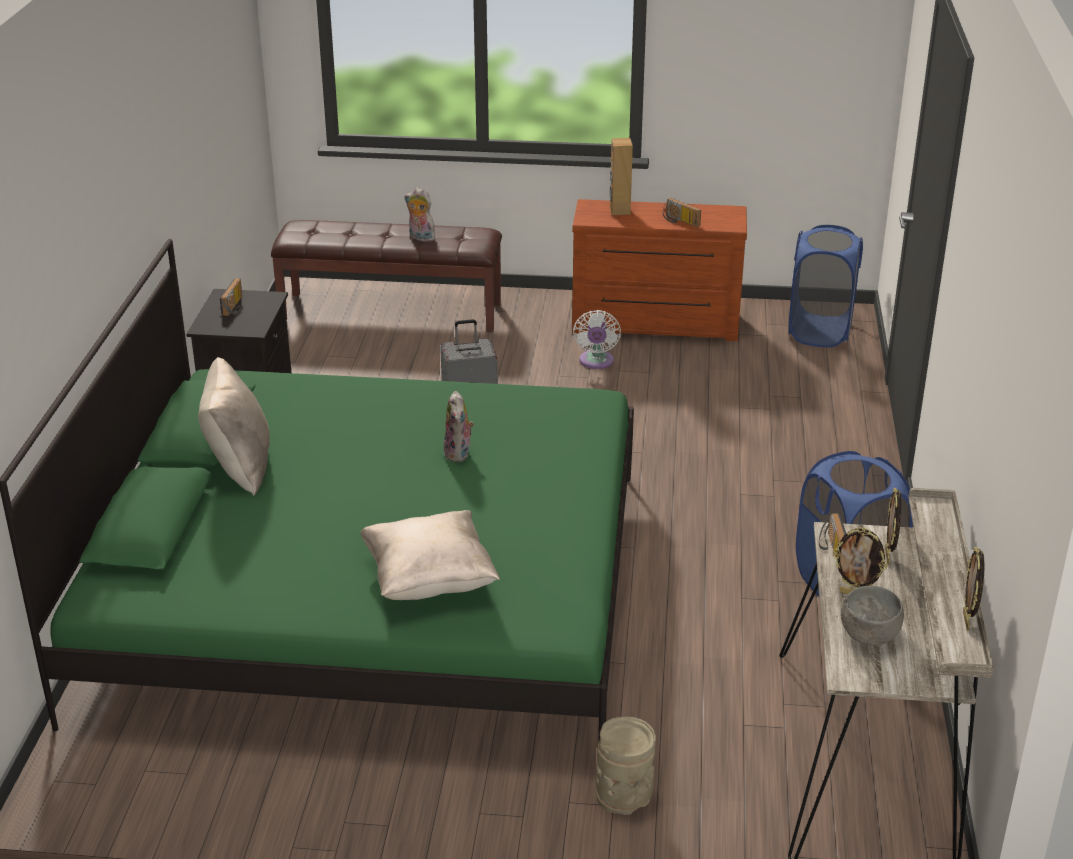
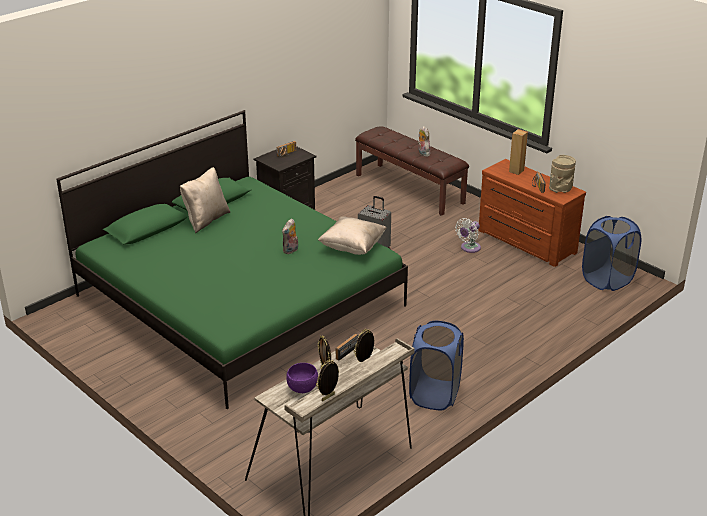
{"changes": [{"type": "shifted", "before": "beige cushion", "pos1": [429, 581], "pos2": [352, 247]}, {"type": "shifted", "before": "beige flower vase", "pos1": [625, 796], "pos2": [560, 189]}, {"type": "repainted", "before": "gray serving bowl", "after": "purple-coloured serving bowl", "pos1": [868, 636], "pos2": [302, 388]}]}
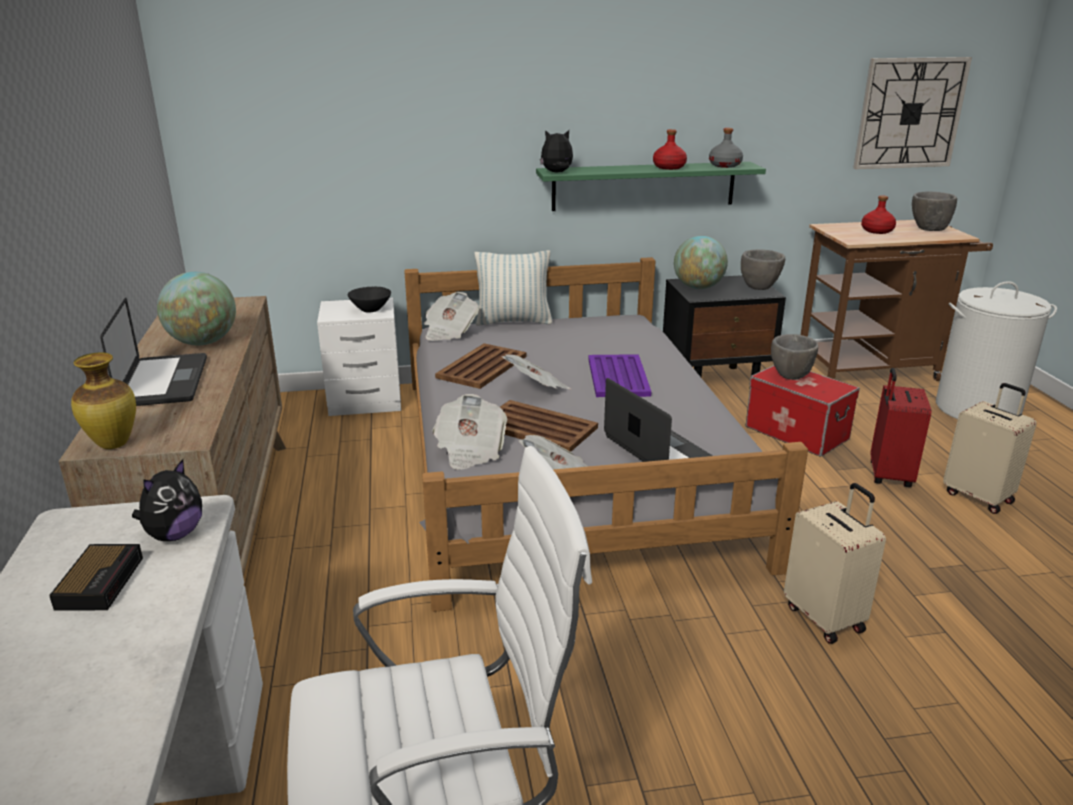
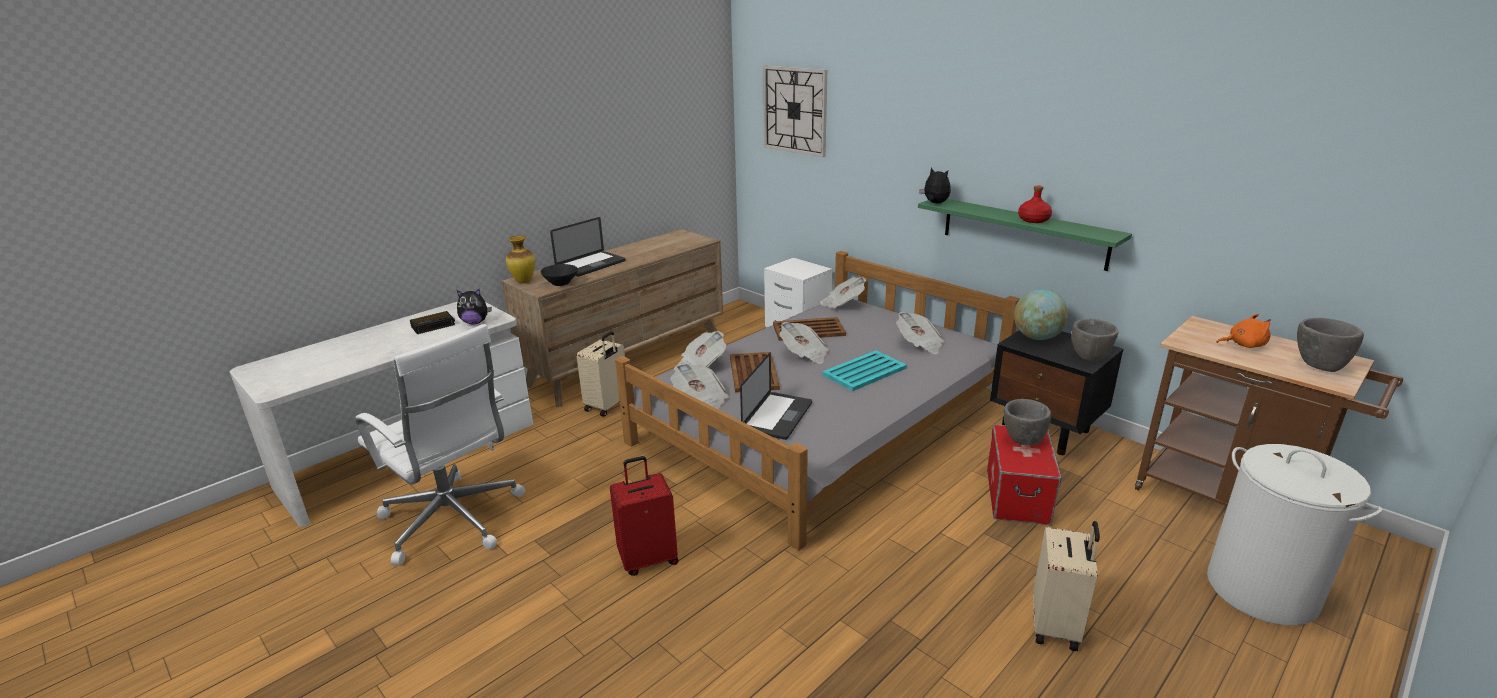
{"changes": [{"type": "gone", "before": "world globe", "pos1": [203, 342]}, {"type": "gone", "before": "cushion", "pos1": [513, 321]}, {"type": "gone", "before": "gray bottle", "pos1": [725, 165]}, {"type": "new", "after": "daily paper", "pos2": [919, 345]}, {"type": "shifted", "before": "black serving bowl", "pos1": [371, 309], "pos2": [561, 284]}, {"type": "shifted", "before": "beige suitcase", "pos1": [825, 617], "pos2": [607, 406]}, {"type": "shifted", "before": "wall clock", "pos1": [910, 113], "pos2": [795, 110]}, {"type": "shifted", "before": "reddish suitcase", "pos1": [888, 475], "pos2": [648, 559]}, {"type": "swapped", "before": "reddish bottle", "after": "orange cuddly toy", "pos1": [876, 231], "pos2": [1243, 345]}, {"type": "repainted", "before": "purple-coloured carrying tray", "after": "blue-green carrying tray", "pos1": [618, 377], "pos2": [863, 371]}]}
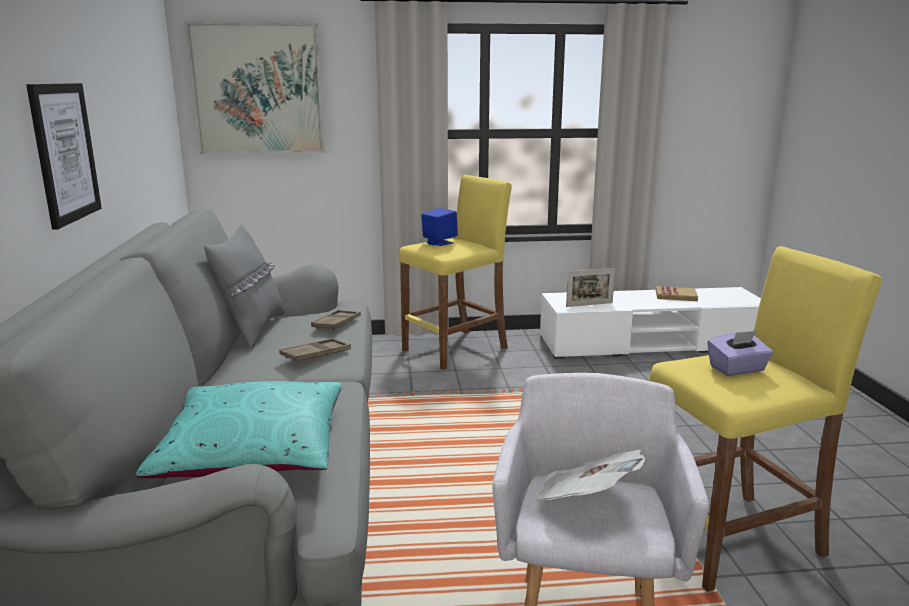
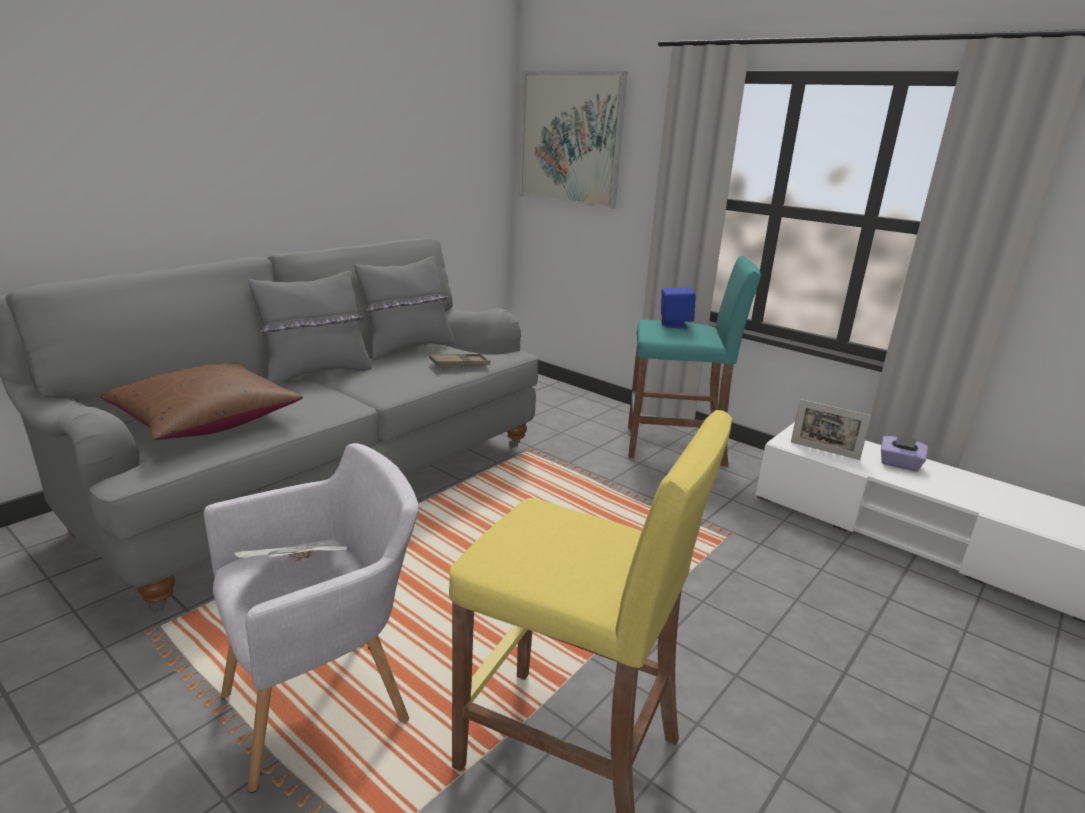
{"changes": [{"type": "gone", "before": "picture", "pos1": [64, 152]}, {"type": "gone", "before": "brown carrying tray", "pos1": [316, 355]}, {"type": "gone", "before": "book", "pos1": [676, 296]}, {"type": "new", "after": "gray cushion", "pos2": [317, 374]}, {"type": "shifted", "before": "purple-coloured box of tissues", "pos1": [737, 369], "pos2": [899, 464]}, {"type": "repainted", "before": "blue-green cushion", "after": "brown cushion", "pos1": [254, 452], "pos2": [206, 420]}, {"type": "repainted", "before": "yellow-coloured stool seat", "after": "blue-green stool seat", "pos1": [456, 349], "pos2": [675, 446]}]}
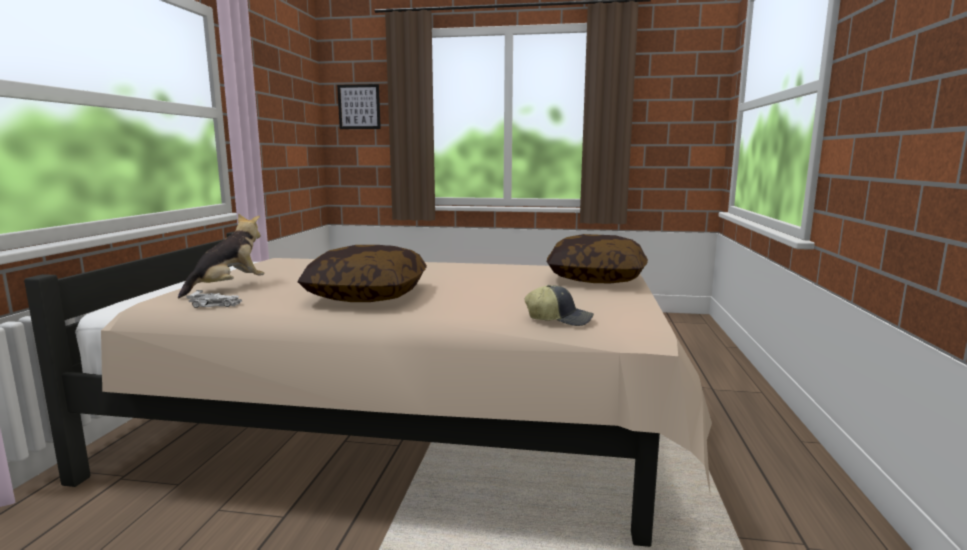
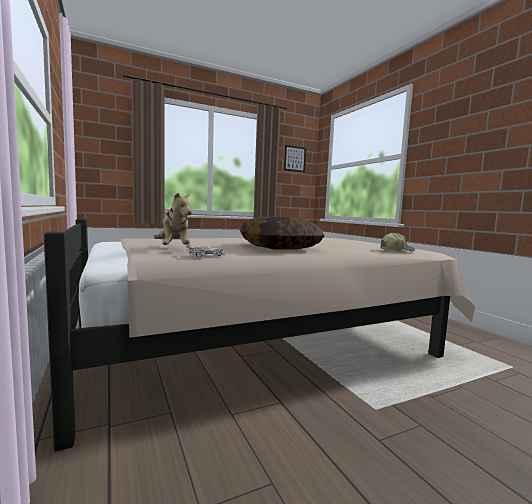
{"changes": [{"type": "gone", "before": "cushion", "pos1": [596, 278]}, {"type": "shifted", "before": "picture", "pos1": [359, 107], "pos2": [294, 159]}, {"type": "rotated", "before": "cuddly toy", "pos1": [228, 288], "pos2": [173, 249], "turn": 150}]}
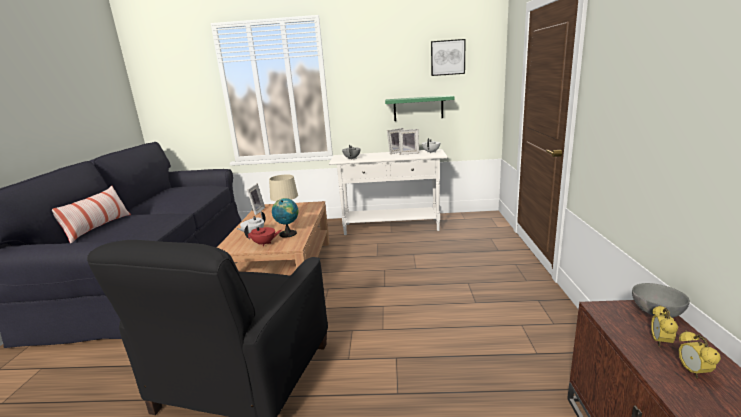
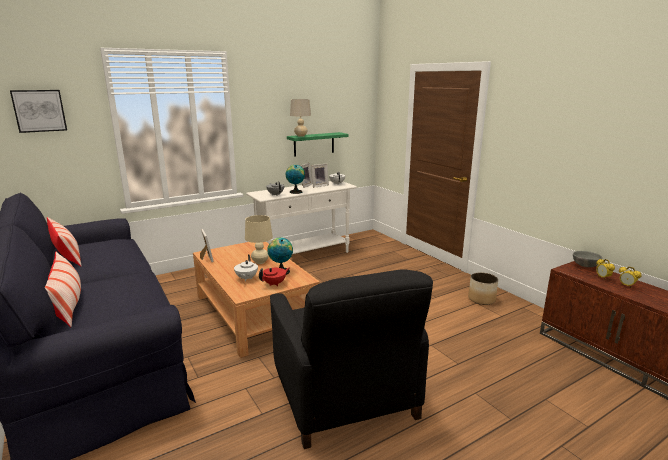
{"changes": [{"type": "new", "after": "cushion", "pos2": [67, 256]}, {"type": "new", "after": "world globe", "pos2": [295, 192]}, {"type": "new", "after": "beige table lamp", "pos2": [301, 136]}, {"type": "new", "after": "planter", "pos2": [481, 299]}, {"type": "shifted", "before": "picture", "pos1": [447, 57], "pos2": [39, 110]}]}
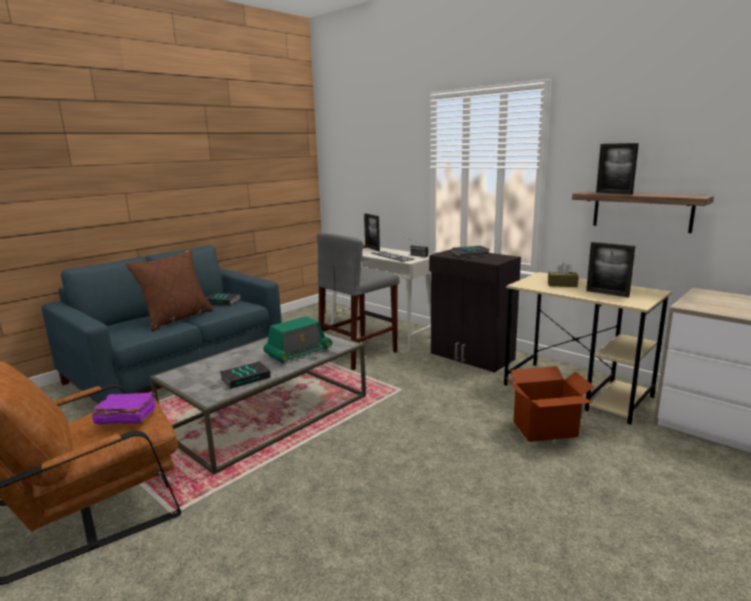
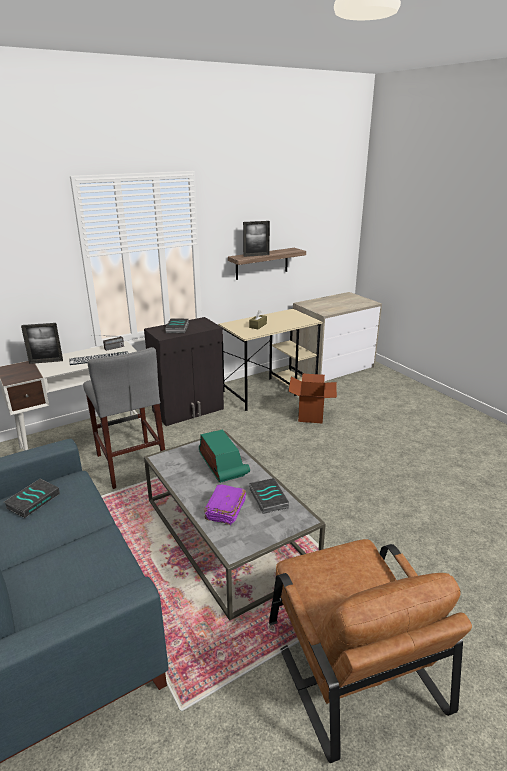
{"changes": [{"type": "gone", "before": "brown cushion", "pos1": [177, 318]}, {"type": "gone", "before": "photo frame", "pos1": [607, 293]}, {"type": "shifted", "before": "purple-coloured book", "pos1": [126, 418], "pos2": [225, 510]}]}
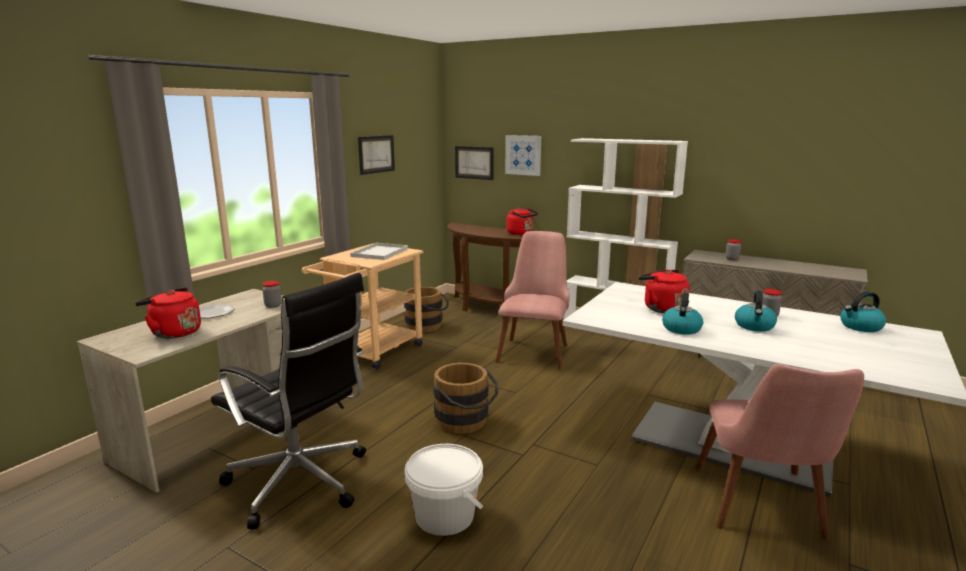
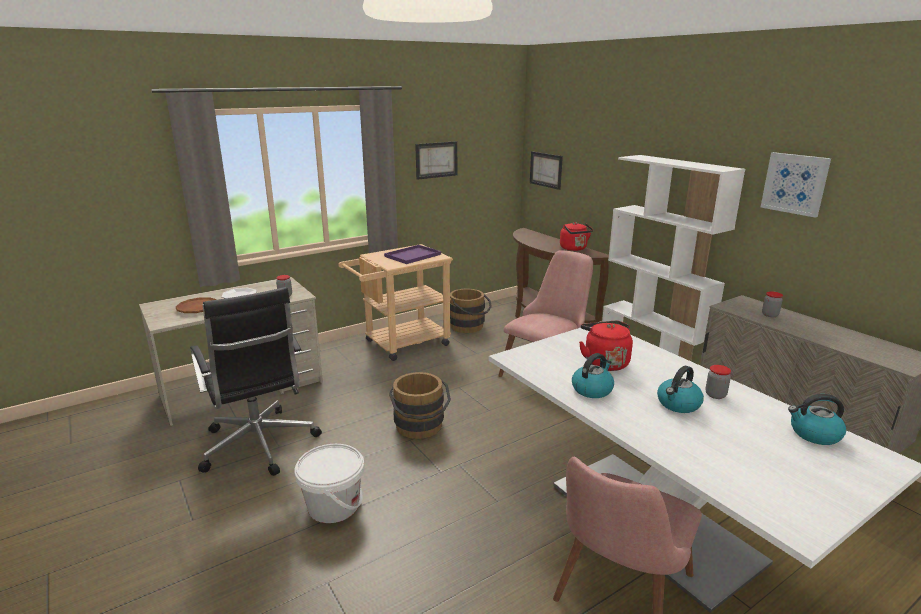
{"changes": [{"type": "shifted", "before": "picture", "pos1": [523, 155], "pos2": [795, 184]}, {"type": "swapped", "before": "reddish water kettle", "after": "brown plate", "pos1": [173, 332], "pos2": [198, 308]}, {"type": "repainted", "before": "white carrying tray", "after": "purple-coloured carrying tray", "pos1": [380, 252], "pos2": [413, 255]}]}
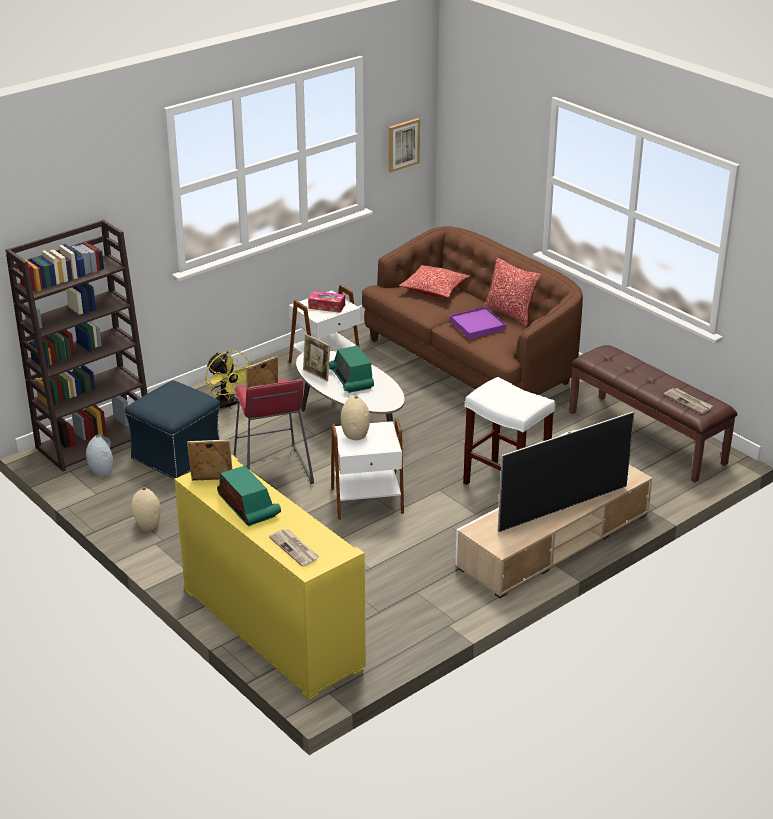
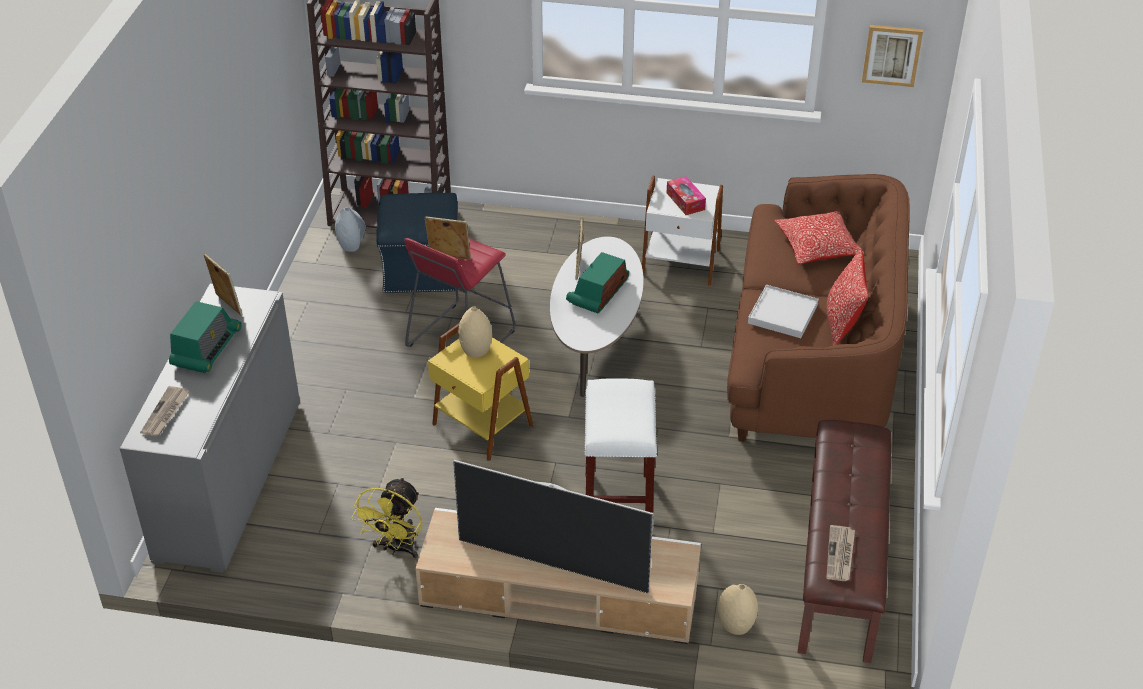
{"changes": [{"type": "shifted", "before": "beige flower vase", "pos1": [147, 525], "pos2": [736, 625]}, {"type": "shifted", "before": "yellow-coloured fan", "pos1": [228, 406], "pos2": [396, 548]}, {"type": "repainted", "before": "yellow-coloured cupboard", "after": "gray cupboard", "pos1": [272, 628], "pos2": [229, 479]}, {"type": "repainted", "before": "white end table", "after": "yellow-coloured end table", "pos1": [367, 501], "pos2": [481, 426]}, {"type": "repainted", "before": "purple-coloured carrying tray", "after": "white carrying tray", "pos1": [477, 325], "pos2": [782, 314]}]}
